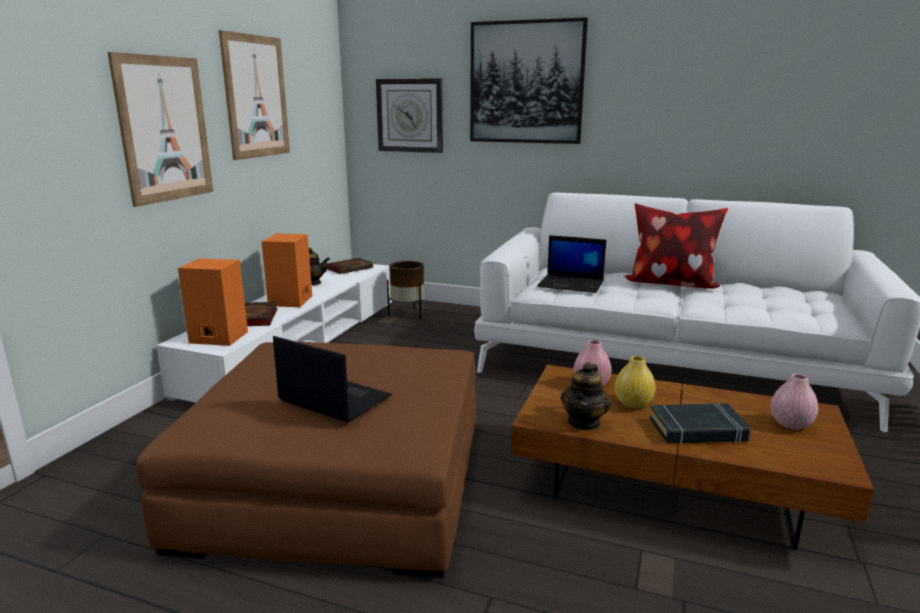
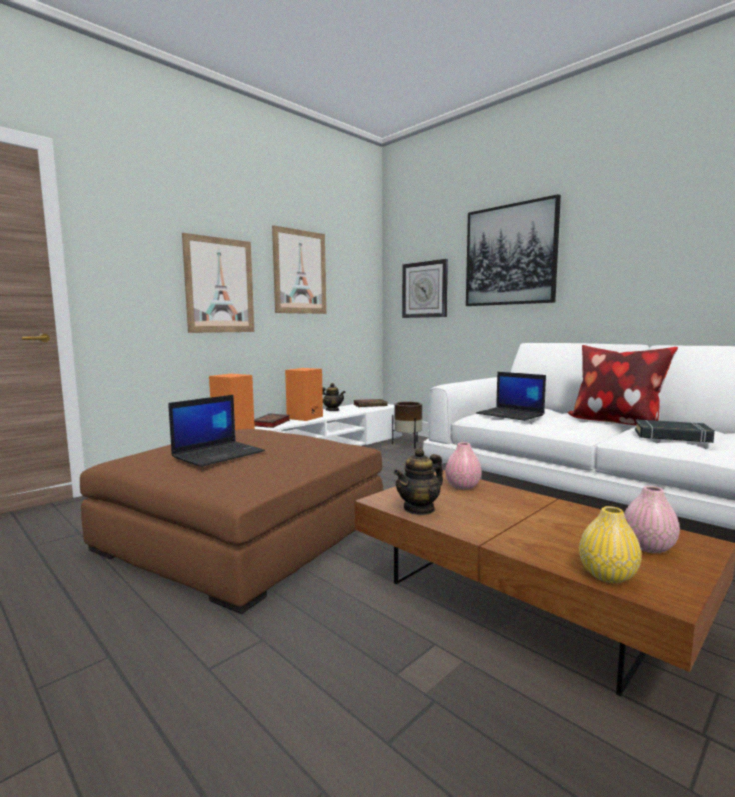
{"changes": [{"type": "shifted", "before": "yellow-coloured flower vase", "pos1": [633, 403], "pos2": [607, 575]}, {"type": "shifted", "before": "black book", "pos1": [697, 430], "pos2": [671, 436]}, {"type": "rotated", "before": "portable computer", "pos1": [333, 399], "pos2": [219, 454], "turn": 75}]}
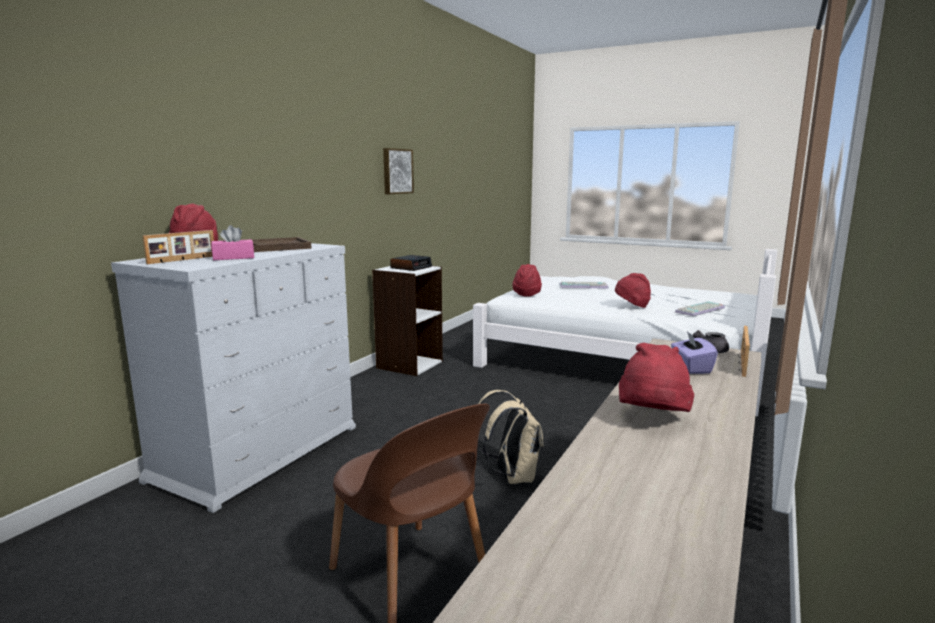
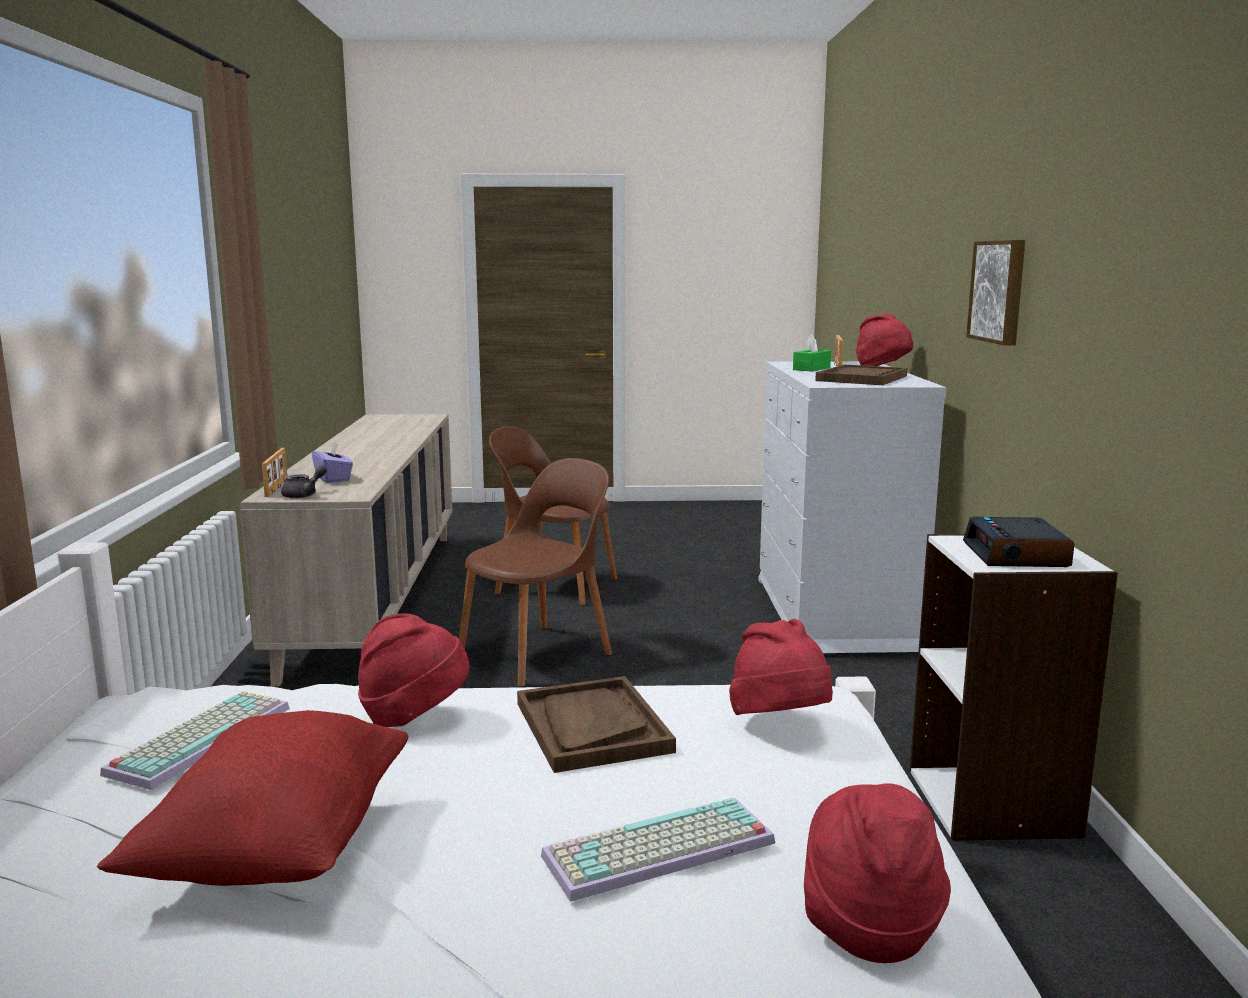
{"changes": [{"type": "new", "after": "reddish cushion", "pos2": [277, 850]}, {"type": "new", "after": "brown carrying tray", "pos2": [592, 727]}, {"type": "shifted", "before": "picture", "pos1": [396, 171], "pos2": [1000, 291]}, {"type": "shifted", "before": "reddish wearable hat", "pos1": [652, 418], "pos2": [868, 924]}, {"type": "swapped", "before": "beige backpack", "after": "brown chair", "pos1": [511, 476], "pos2": [538, 654]}, {"type": "repainted", "before": "pinkish box of tissues", "after": "green-coloured box of tissues", "pos1": [233, 258], "pos2": [811, 369]}]}
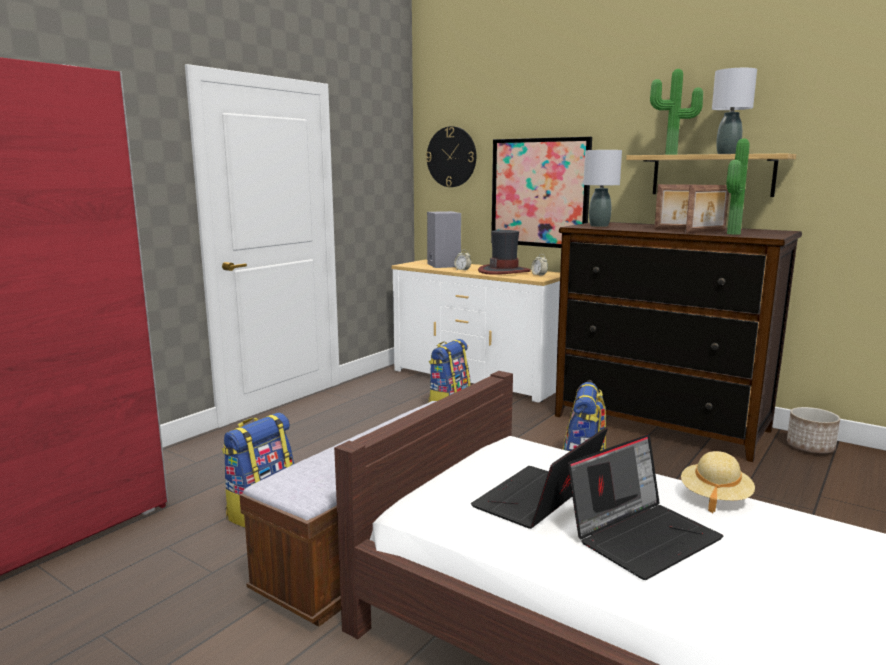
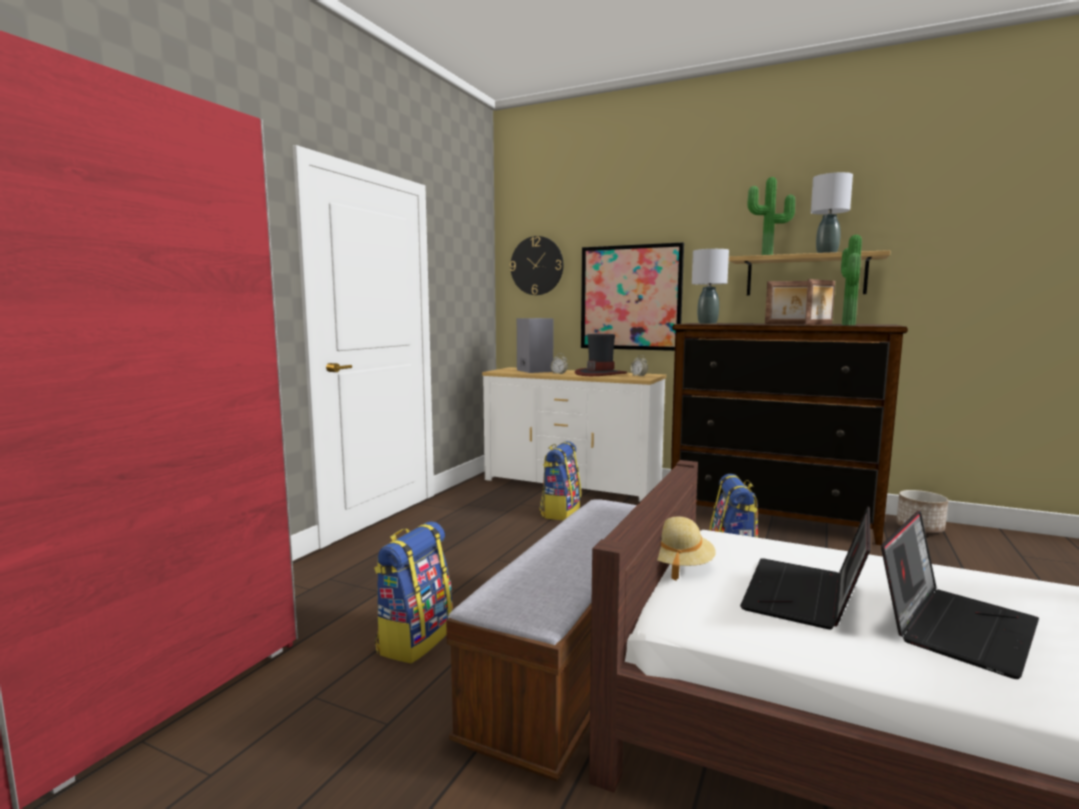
{"changes": [{"type": "shifted", "before": "beige wearable hat", "pos1": [715, 497], "pos2": [677, 565]}]}
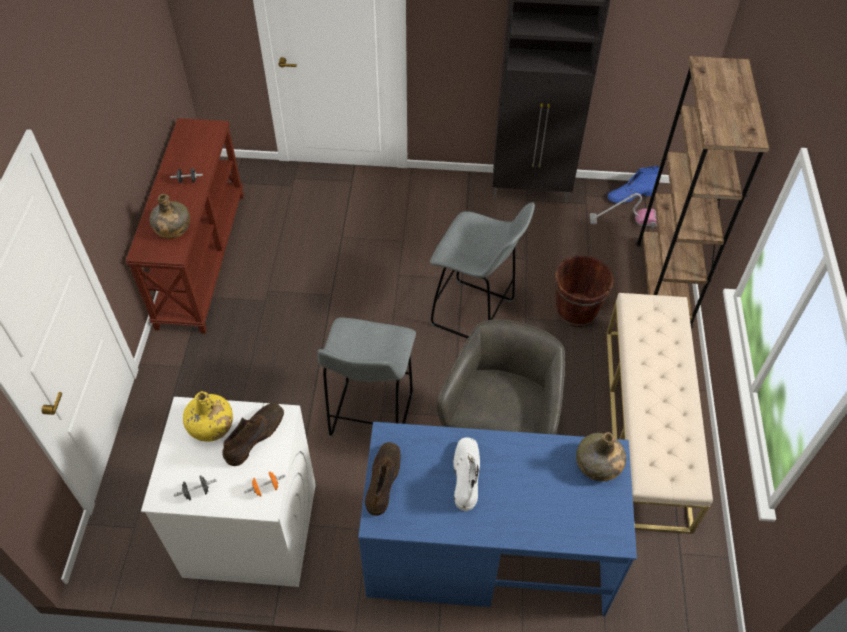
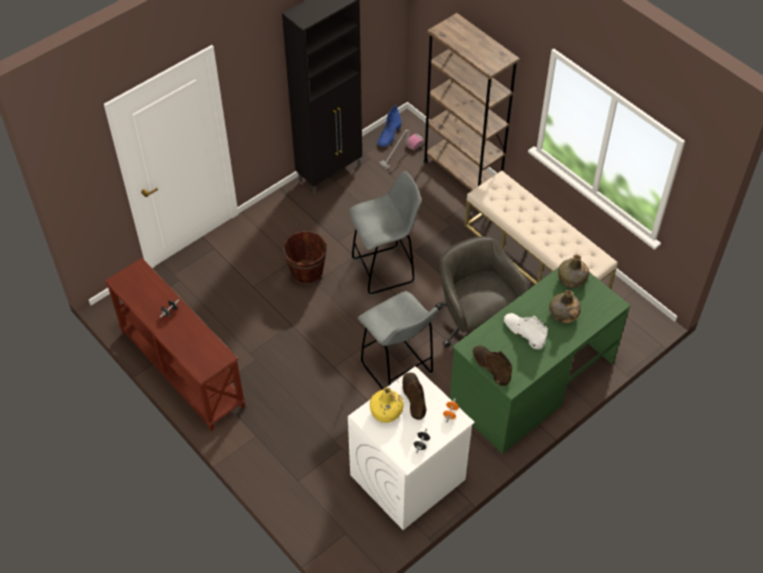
{"changes": [{"type": "shifted", "before": "green-coloured bottle", "pos1": [172, 228], "pos2": [563, 314]}, {"type": "shifted", "before": "brown pail", "pos1": [576, 311], "pos2": [307, 273]}, {"type": "repainted", "before": "blue desk unit", "after": "green-coloured desk unit", "pos1": [486, 551], "pos2": [531, 382]}]}
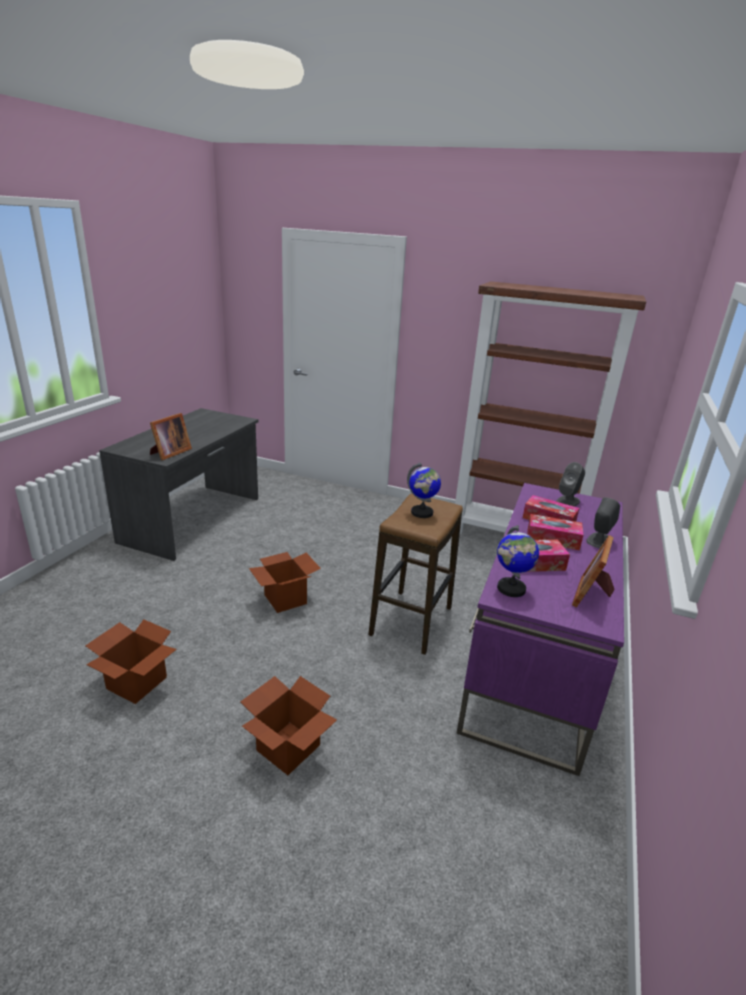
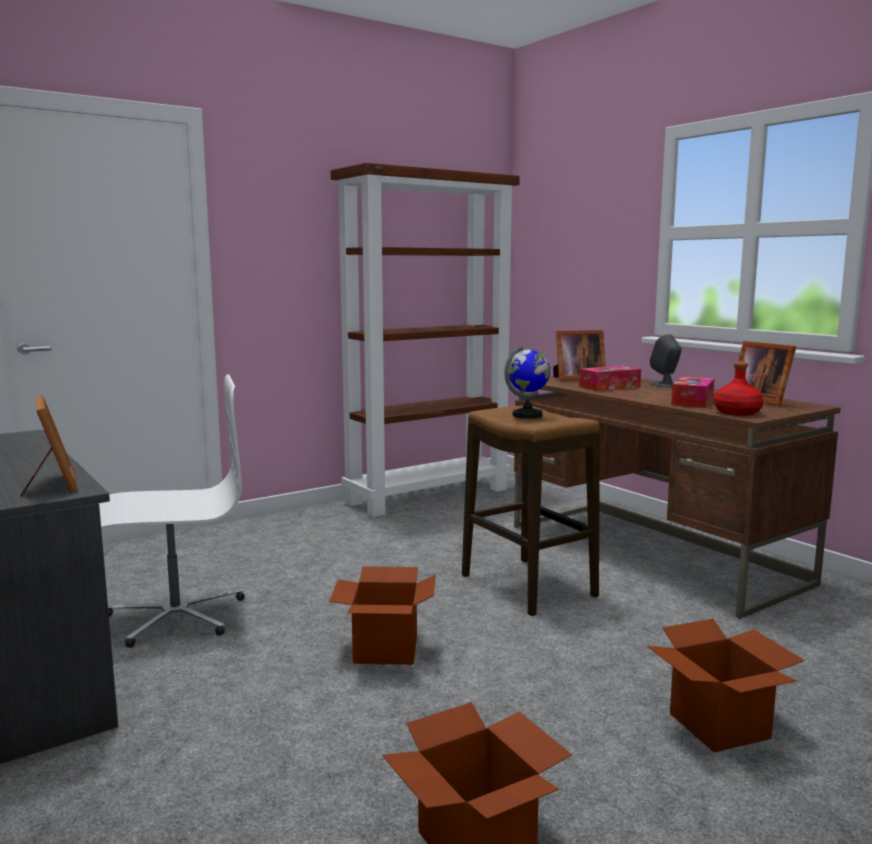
{"changes": [{"type": "gone", "before": "box of tissues", "pos1": [552, 539]}, {"type": "new", "after": "white computer chair", "pos2": [175, 616]}, {"type": "swapped", "before": "world globe", "after": "reddish bottle", "pos1": [511, 589], "pos2": [737, 412]}, {"type": "swapped", "before": "gray audio speaker", "after": "photo frame", "pos1": [568, 501], "pos2": [576, 378]}, {"type": "repainted", "before": "purple-coloured desk unit", "after": "brown desk unit", "pos1": [533, 663], "pos2": [652, 554]}]}
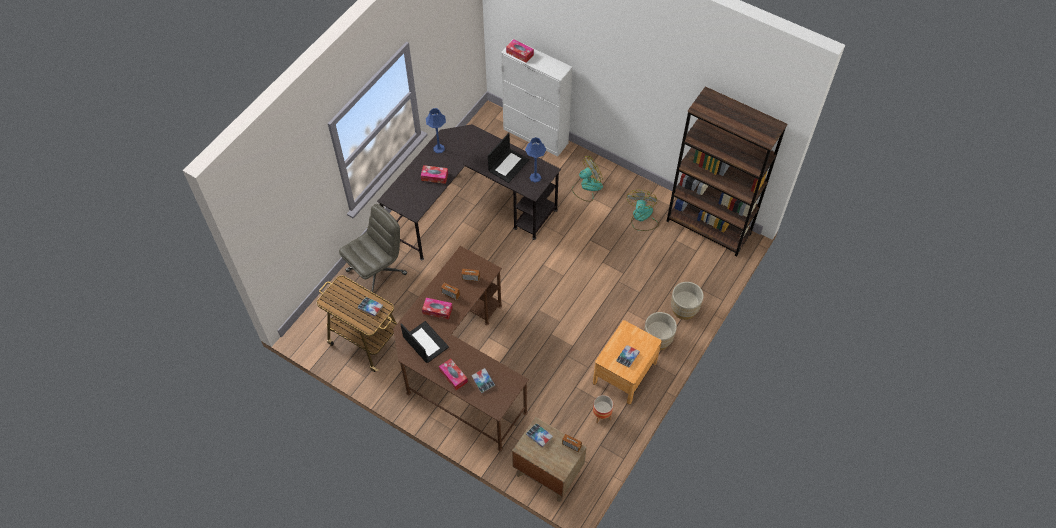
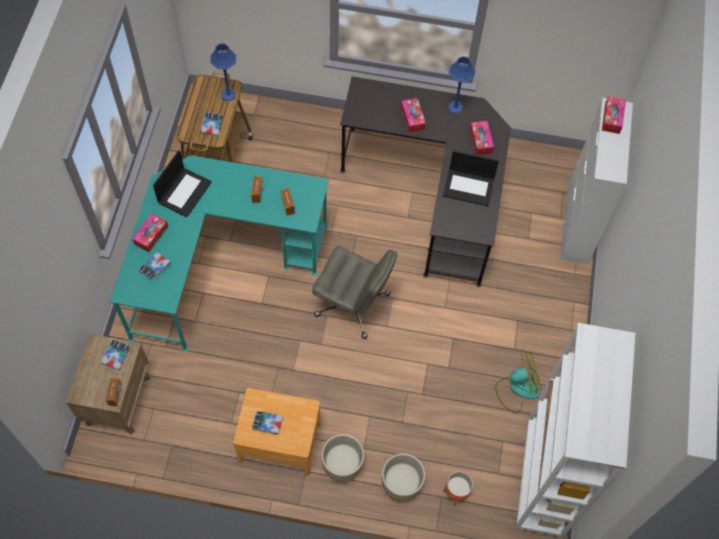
{"changes": [{"type": "gone", "before": "fan", "pos1": [587, 187]}, {"type": "shifted", "before": "gray computer chair", "pos1": [377, 271], "pos2": [353, 305]}, {"type": "shifted", "before": "box of tissues", "pos1": [437, 310], "pos2": [481, 141]}, {"type": "shifted", "before": "blue table lamp", "pos1": [535, 177], "pos2": [228, 95]}, {"type": "shifted", "before": "planter", "pos1": [601, 415], "pos2": [456, 493]}, {"type": "repainted", "before": "brown desk unit", "after": "blue-green desk unit", "pos1": [460, 368], "pos2": [217, 262]}, {"type": "repainted", "before": "brown shelving unit", "after": "white shelving unit", "pos1": [708, 227], "pos2": [544, 478]}]}
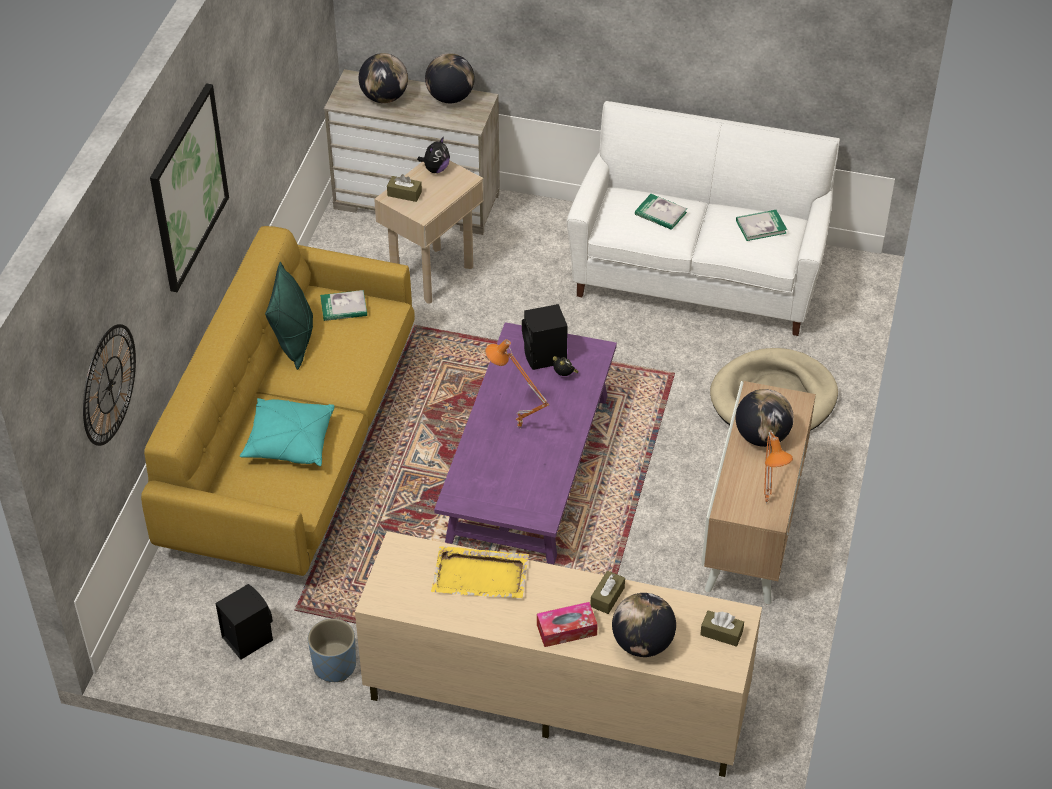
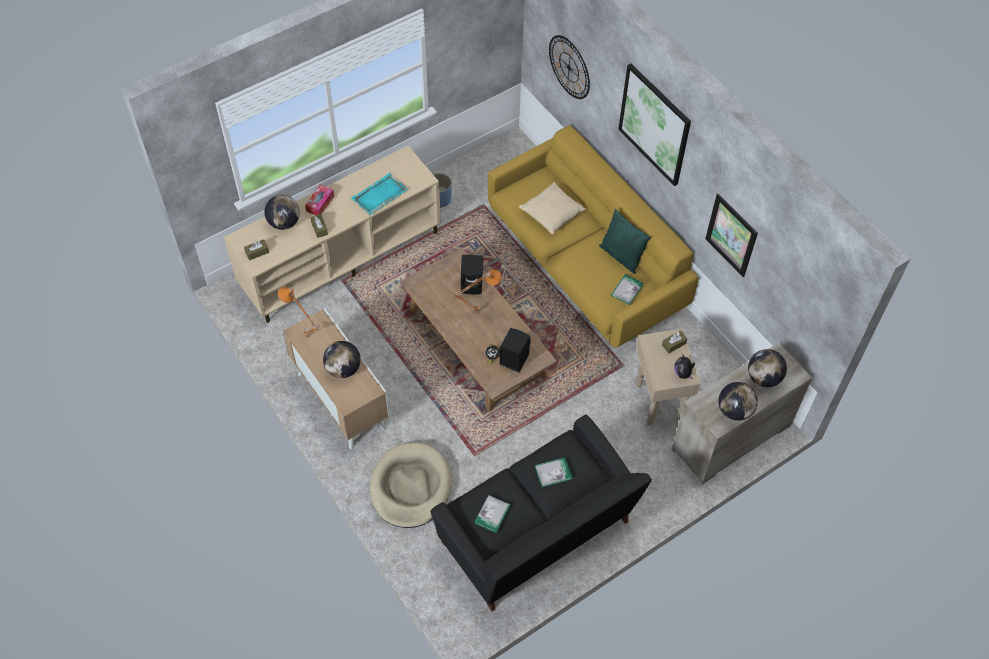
{"changes": [{"type": "new", "after": "picture", "pos2": [731, 235]}, {"type": "shifted", "before": "black audio speaker", "pos1": [247, 637], "pos2": [472, 284]}, {"type": "repainted", "before": "blue-green cushion", "after": "beige cushion", "pos1": [289, 442], "pos2": [552, 213]}, {"type": "repainted", "before": "yellow-coloured carrying tray", "after": "blue-green carrying tray", "pos1": [481, 576], "pos2": [379, 195]}, {"type": "repainted", "before": "purple-coloured lounge table", "after": "brown lounge table", "pos1": [527, 466], "pos2": [477, 343]}, {"type": "repainted", "before": "white sofa", "after": "black sofa", "pos1": [698, 274], "pos2": [537, 534]}]}
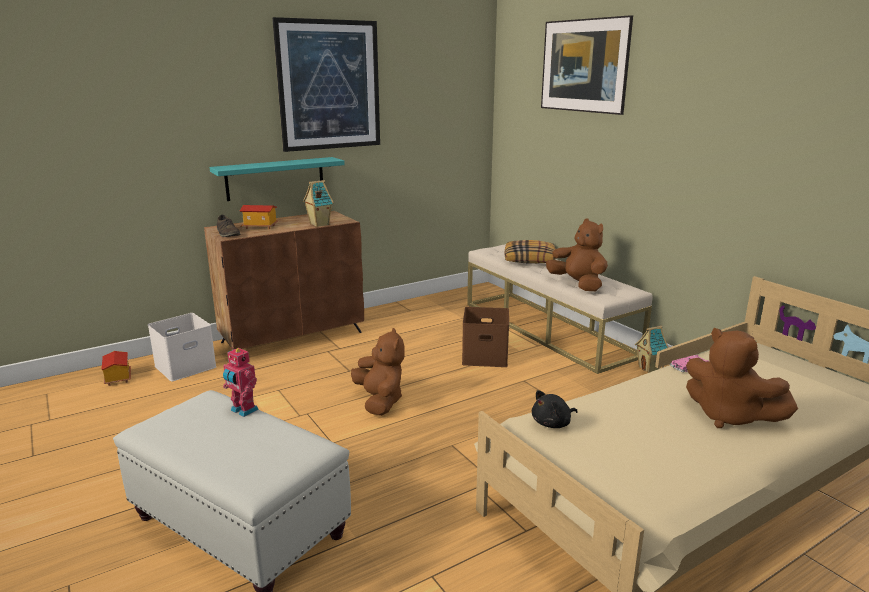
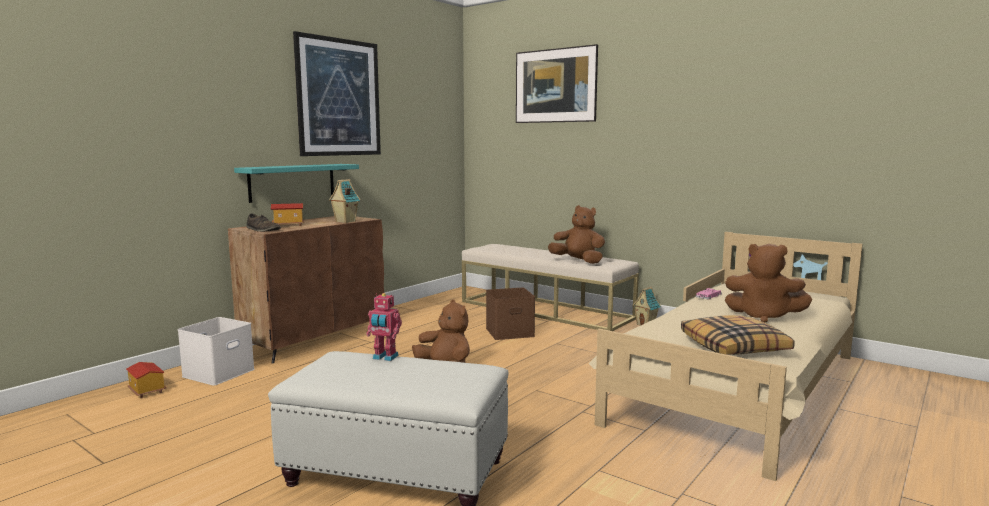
{"changes": [{"type": "gone", "before": "black cuddly toy", "pos1": [553, 423]}, {"type": "shifted", "before": "cushion", "pos1": [530, 260], "pos2": [734, 347]}]}
